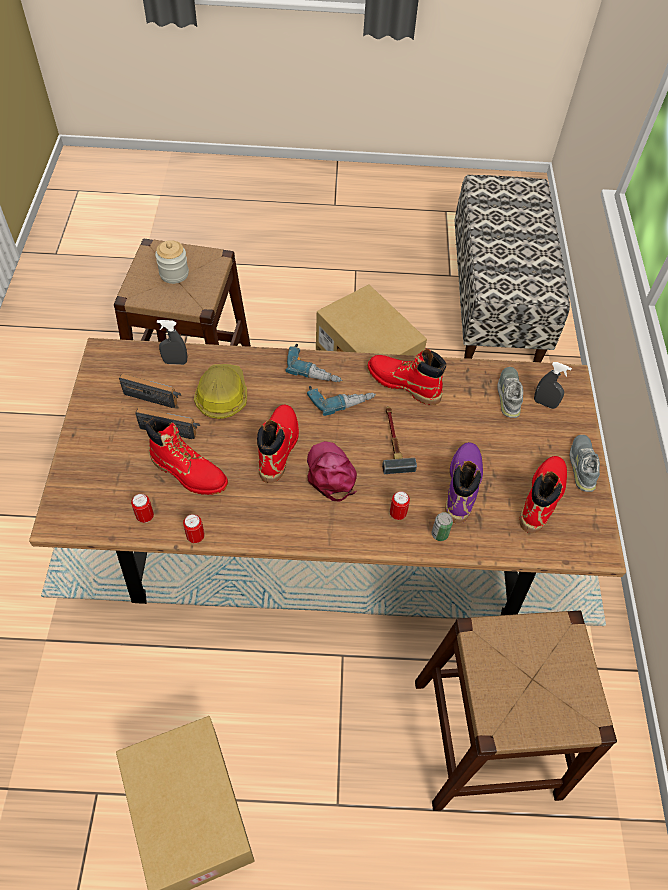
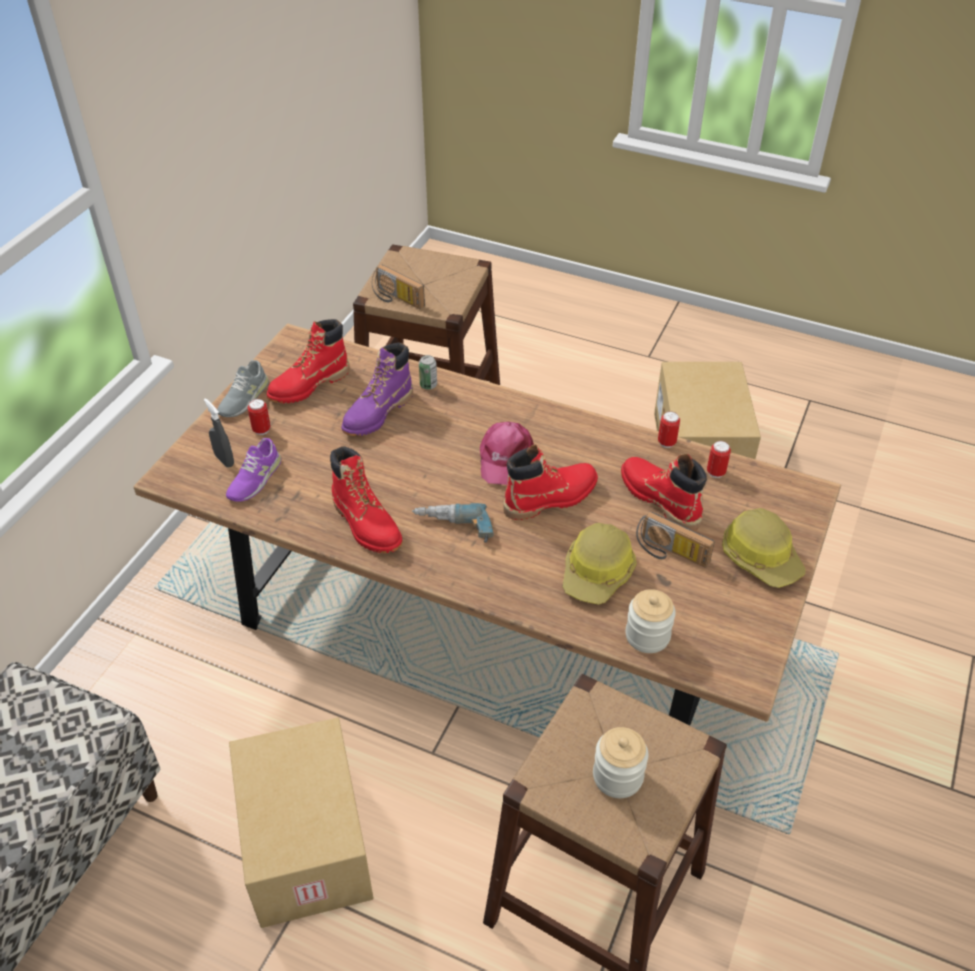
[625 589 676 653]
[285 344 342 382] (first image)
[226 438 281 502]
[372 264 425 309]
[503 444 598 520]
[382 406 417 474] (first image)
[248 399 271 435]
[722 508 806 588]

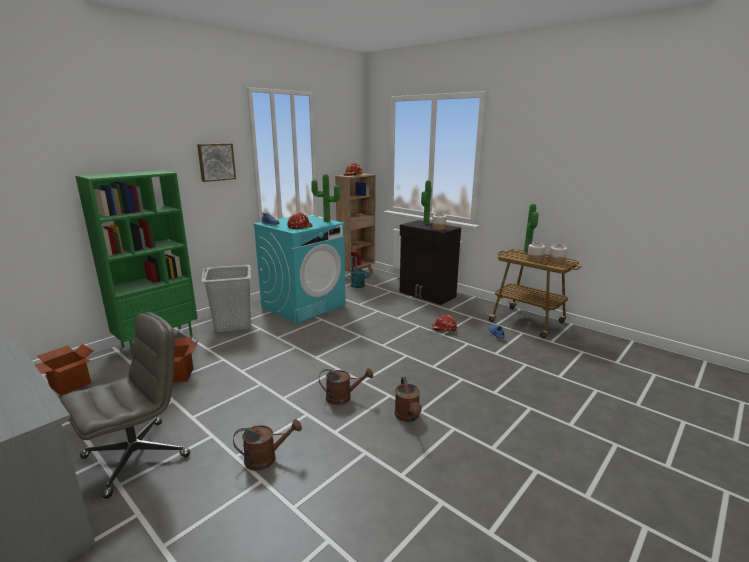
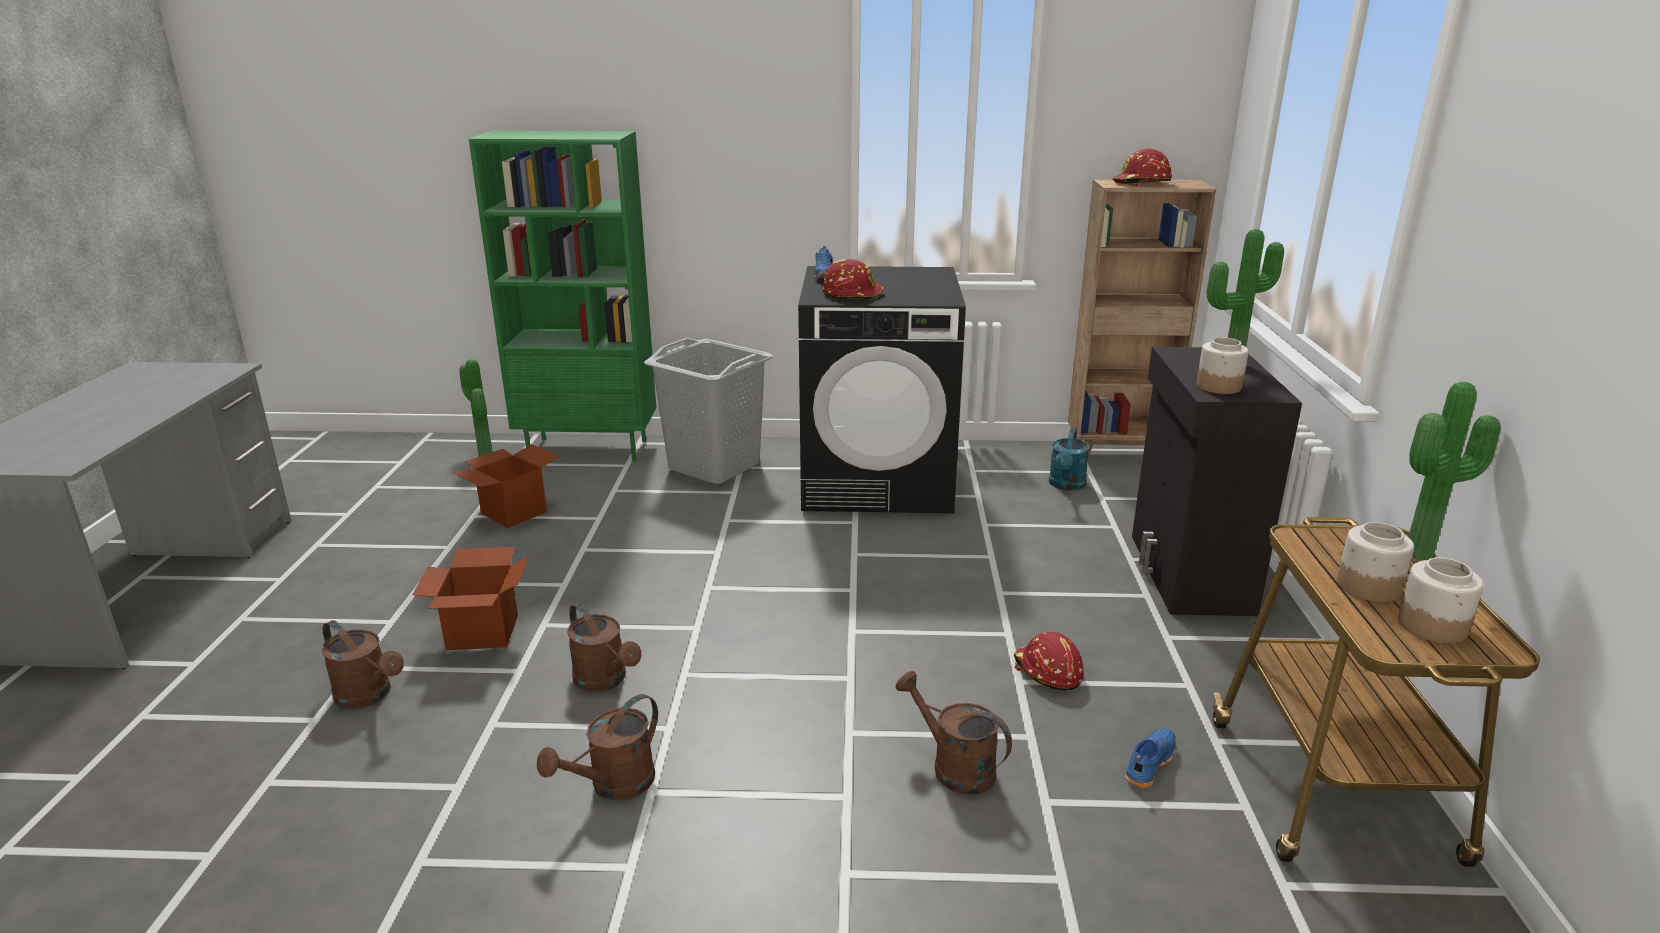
[197 143 236 182] (first image)
[459 359 493 456]
[798 266 966 513]
[60 312 190 499] (first image)
[412 547 529 650]
[895 671 1012 794]

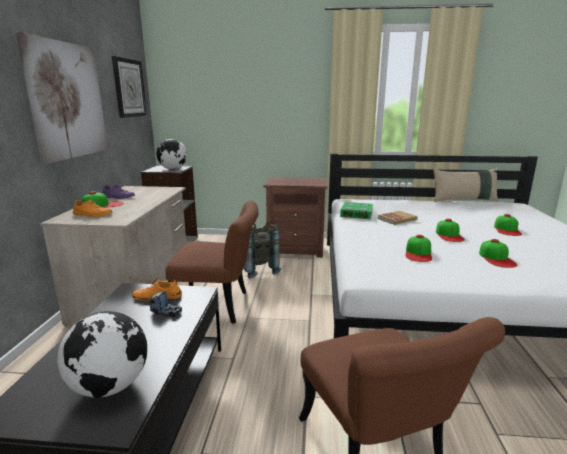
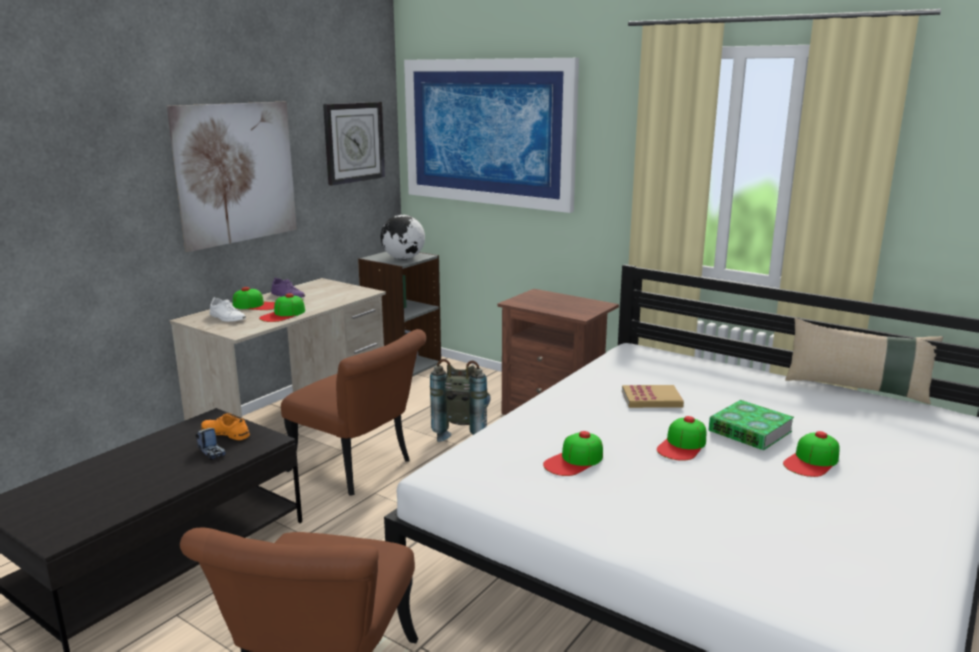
[210 297 246 322]
[709 400 794 450]
[259 293 305 322]
[57 311 147 398] (first image)
[404 58 579 213]

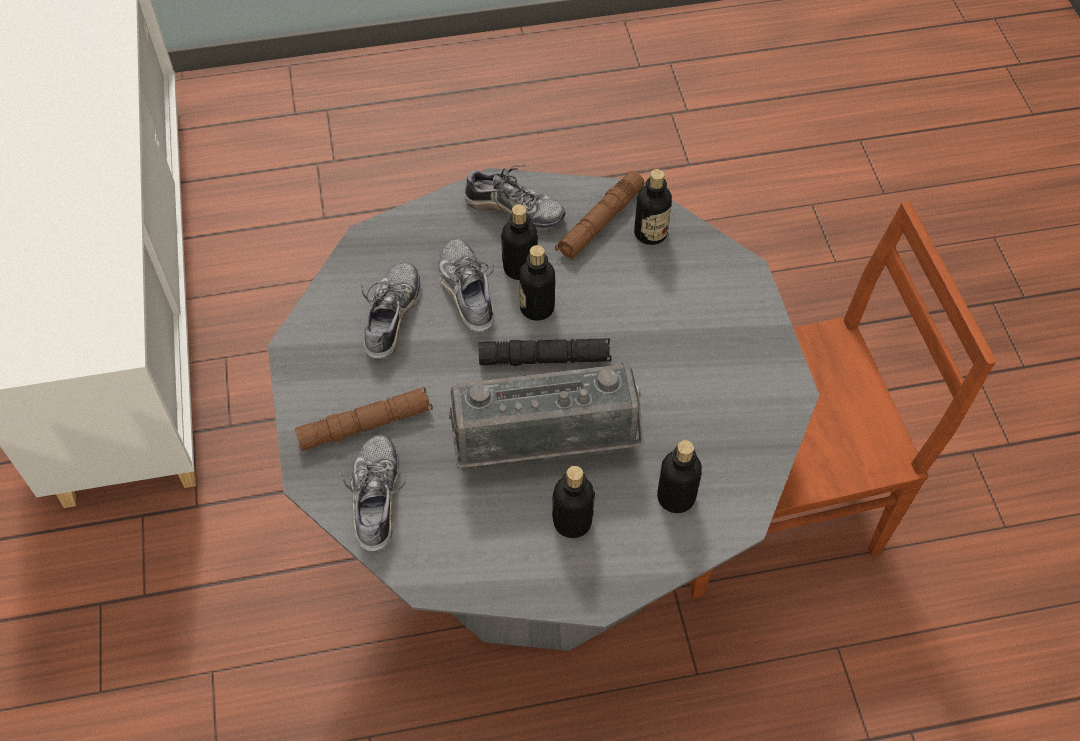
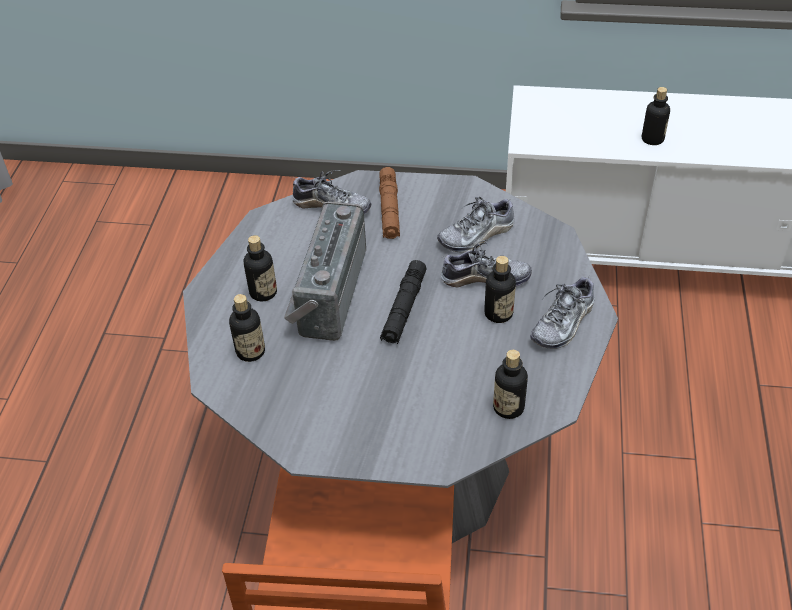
[555 171 645 260] (first image)
[642 87 670 145]
[437 197 515 253]

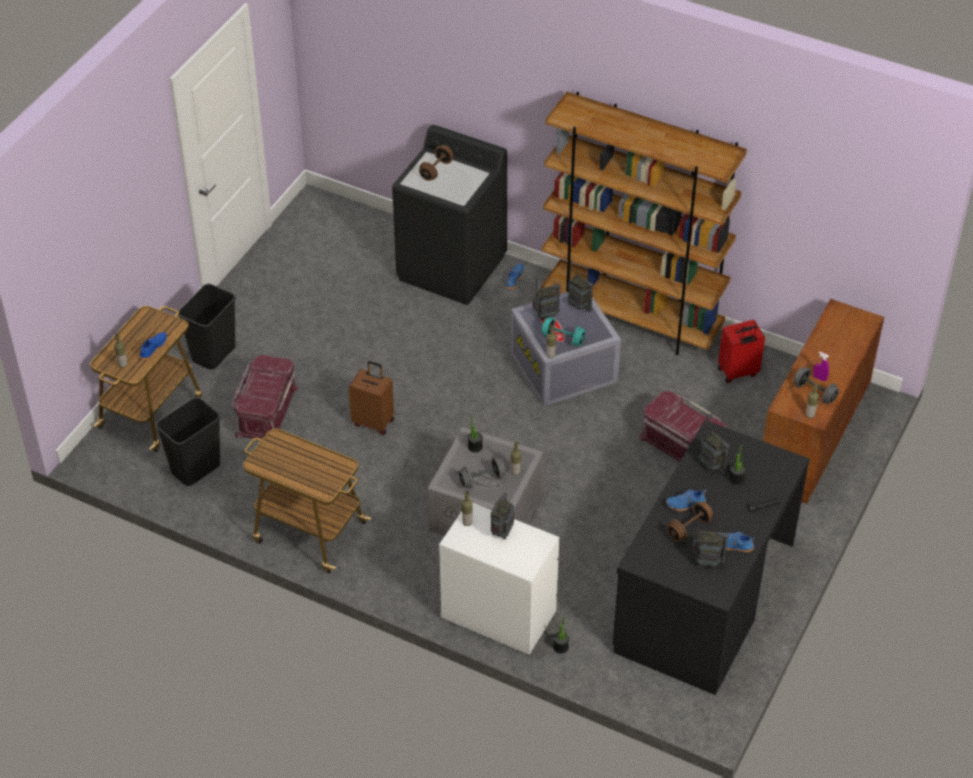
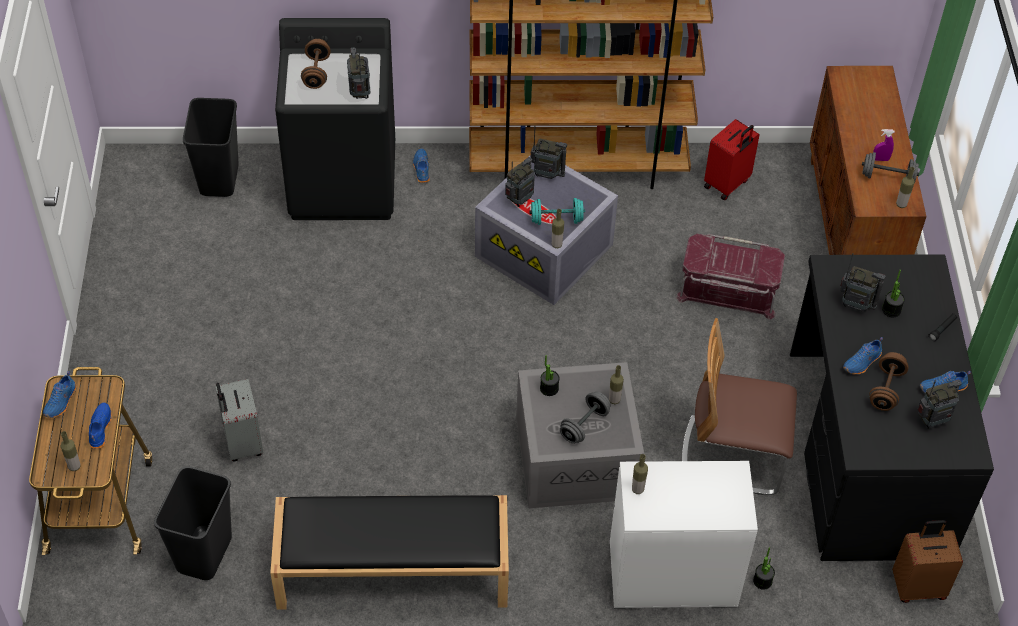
[183 98 239 197]
[215 379 263 462]
[892 520 963 603]
[270 495 509 610]
[347 47 370 99]
[682 318 797 495]
[43 371 77 418]

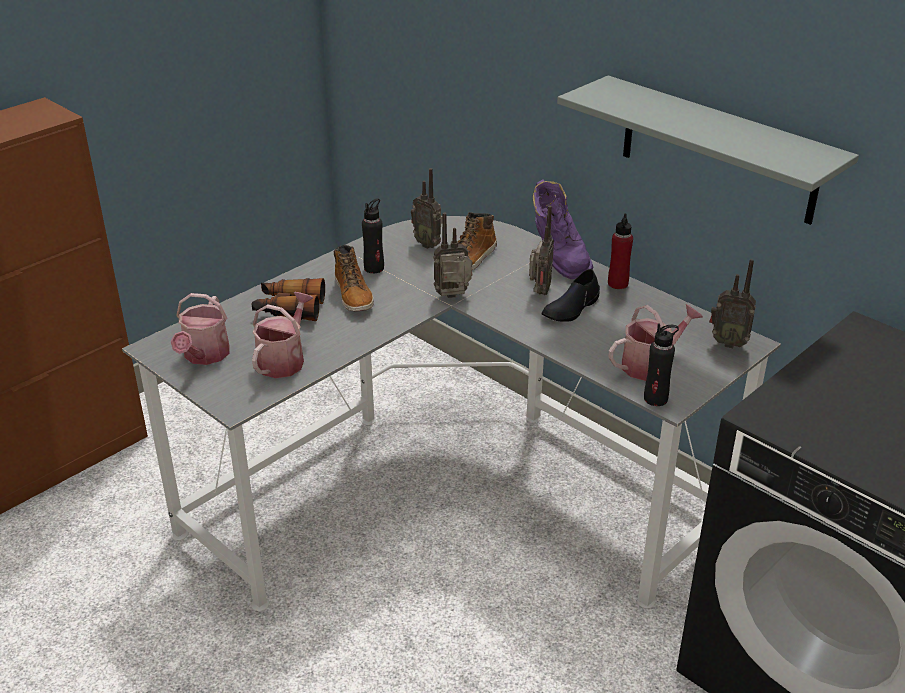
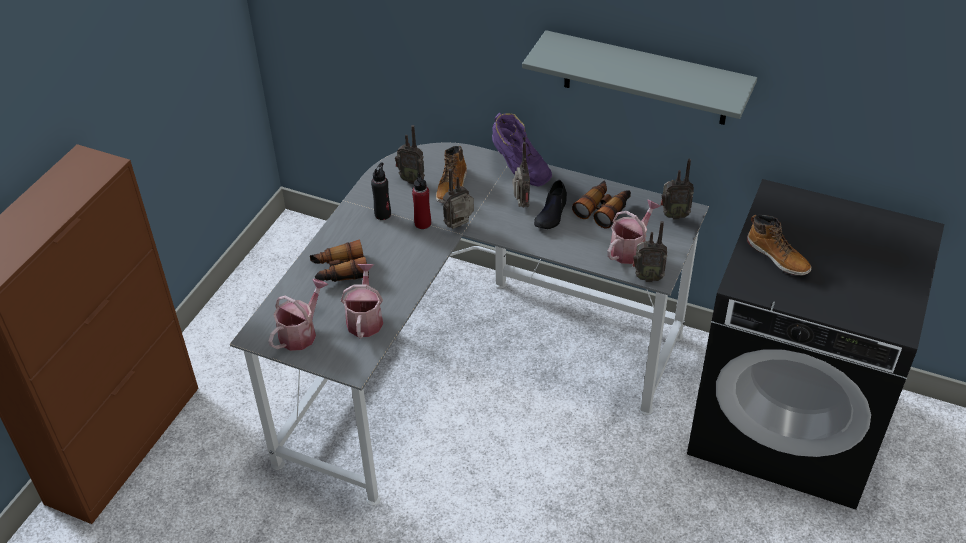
[412 173 431 229]
[747 214 812 275]
[269 279 328 351]
[632 221 667 282]
[572 180 631 228]

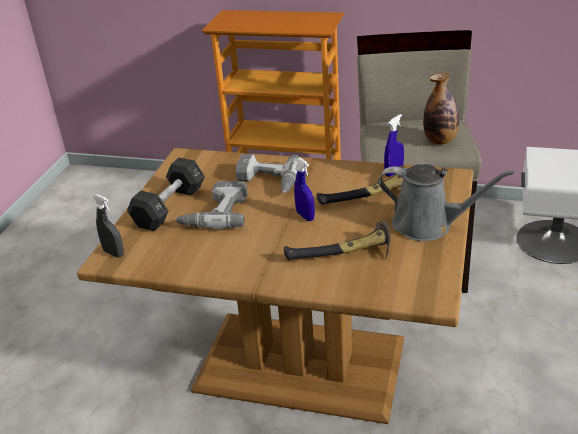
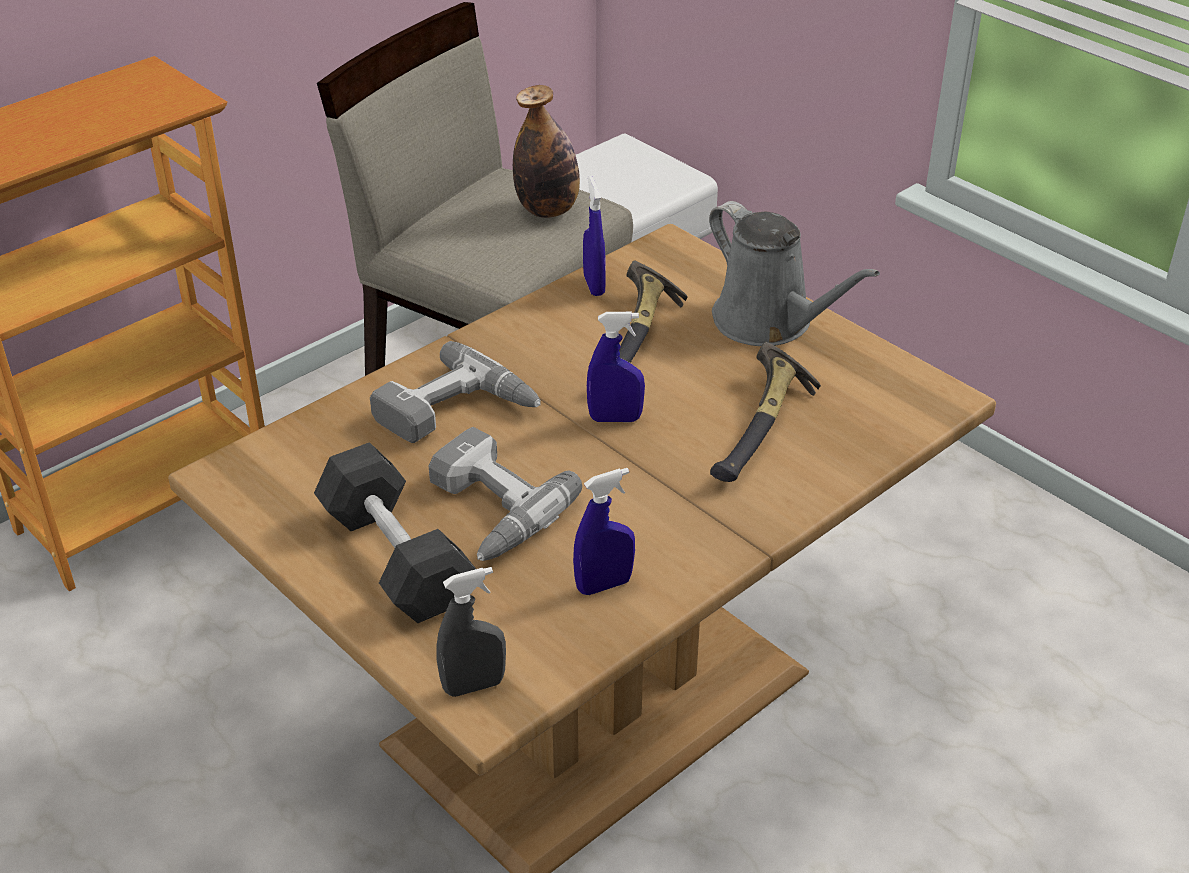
[709 201 880 346]
[573 468 635 595]

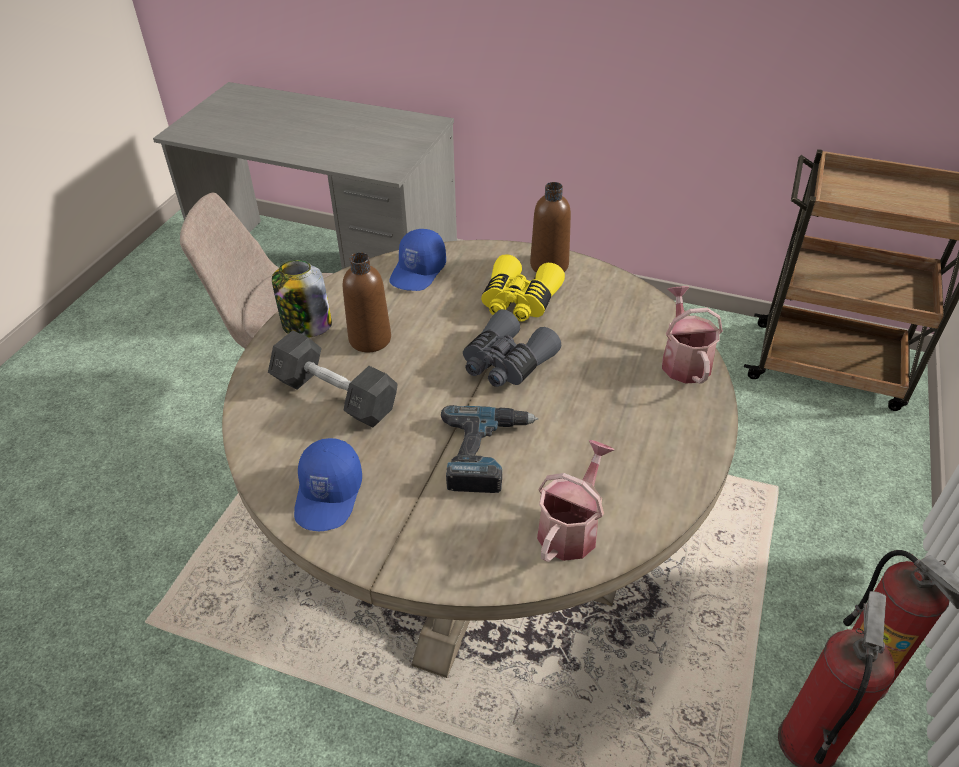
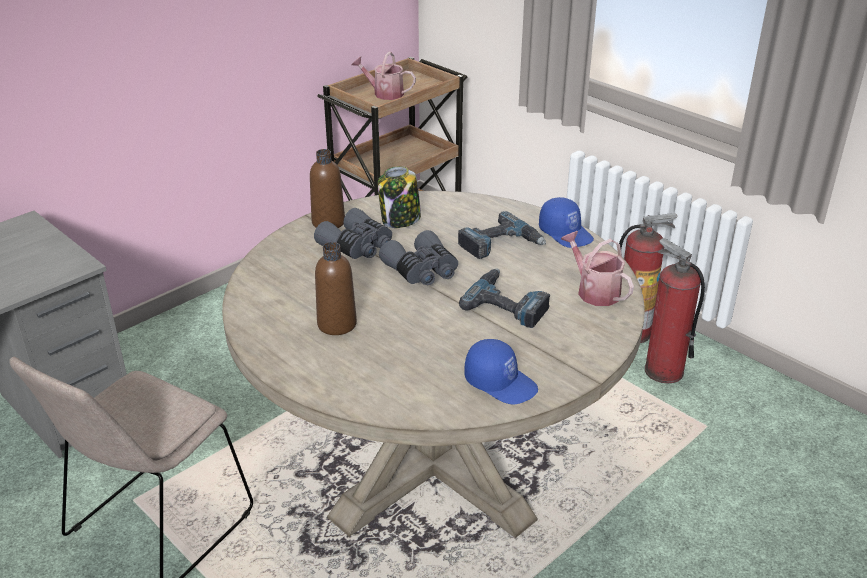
[539 197 594 248]
[314 208 392 259]
[378 166 421 228]
[351 51 416 100]
[268 330 397 427] (first image)
[458 211 546 259]

